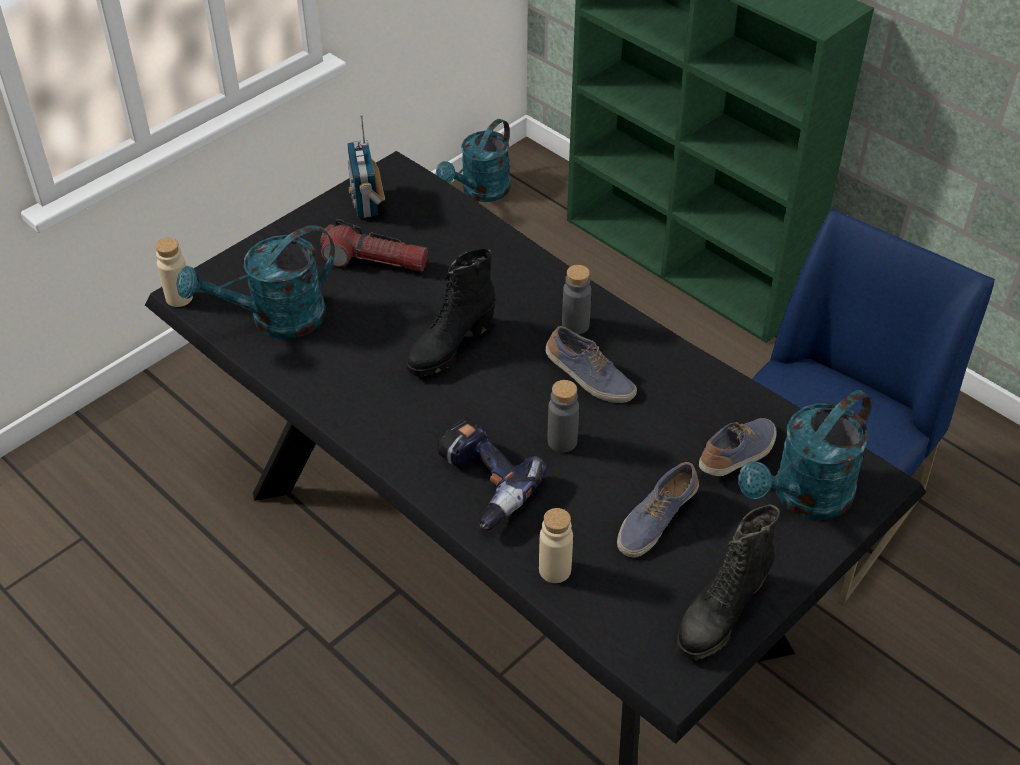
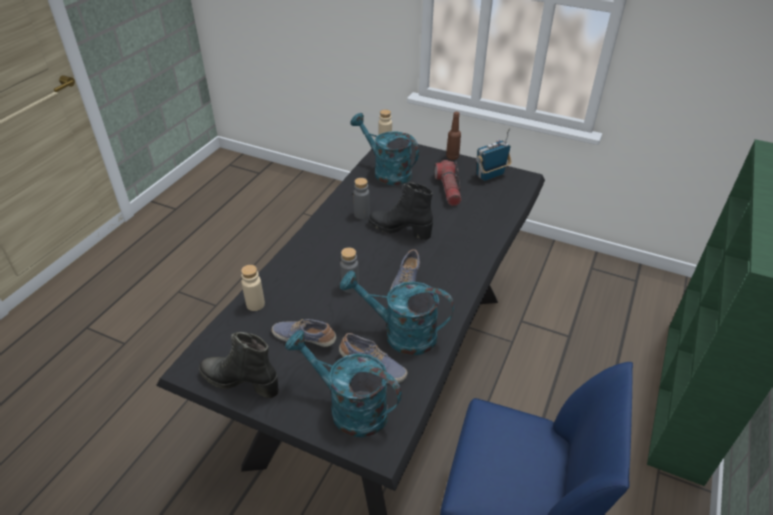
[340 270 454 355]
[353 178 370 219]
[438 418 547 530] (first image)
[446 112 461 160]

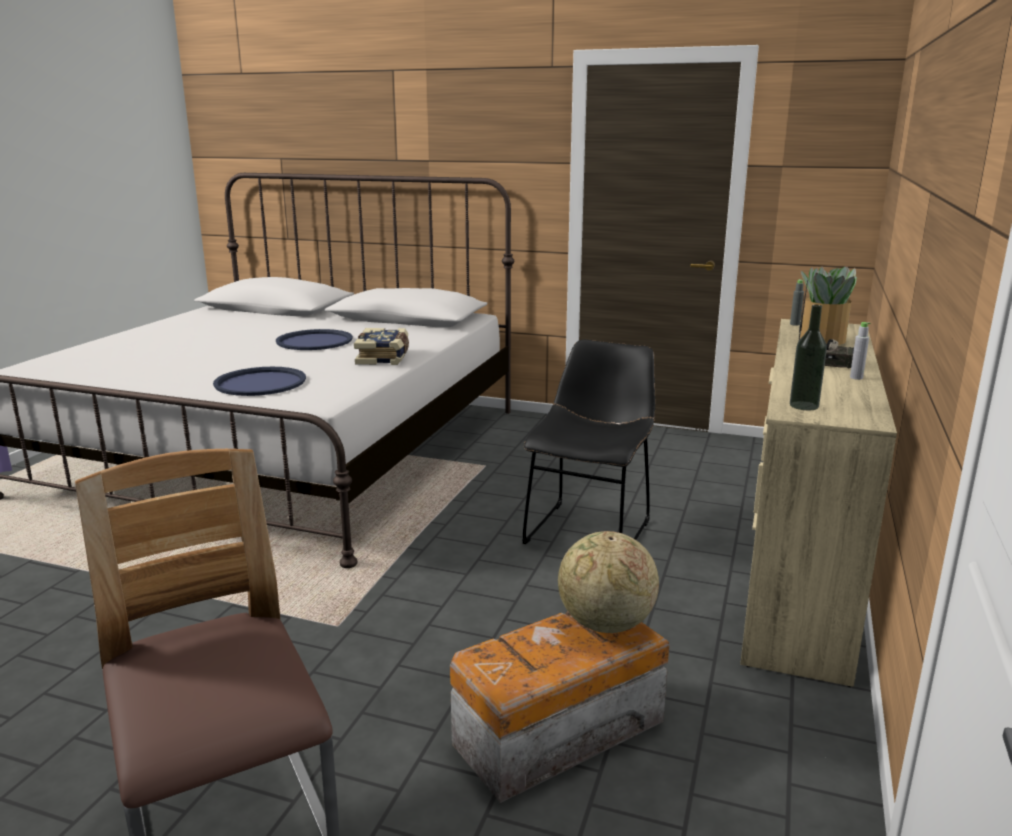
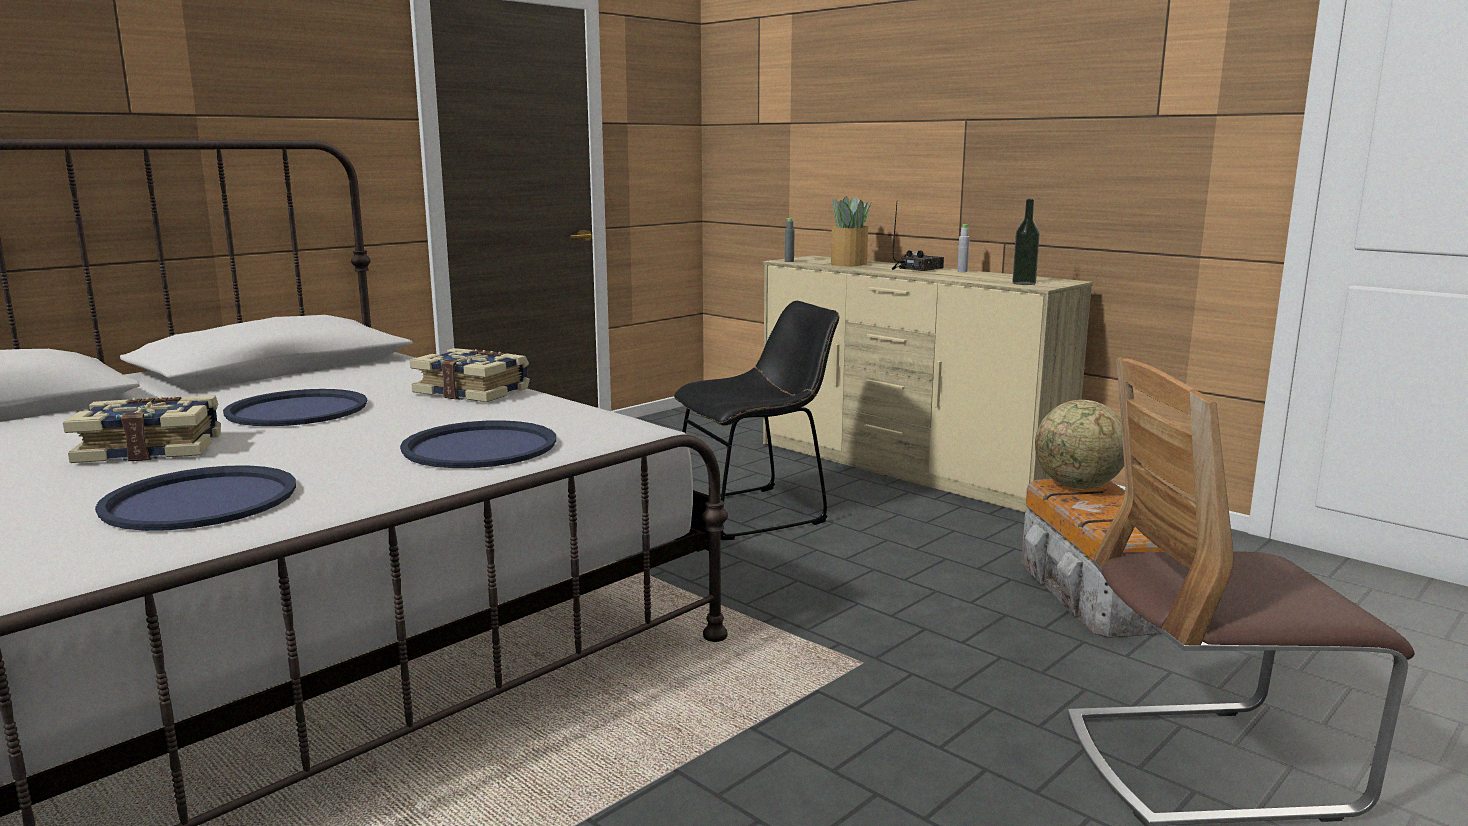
[674 301 839 540]
[63 396 221 463]
[95 465 296 531]

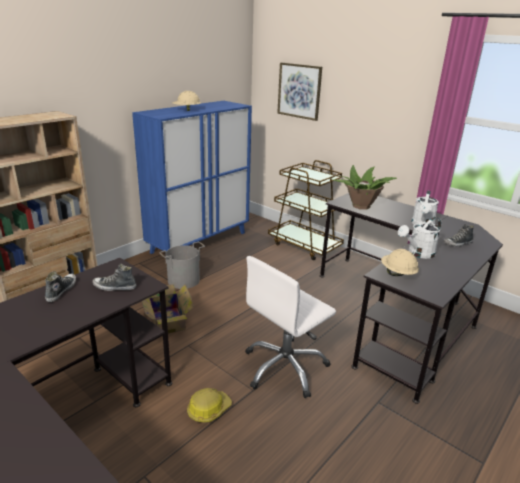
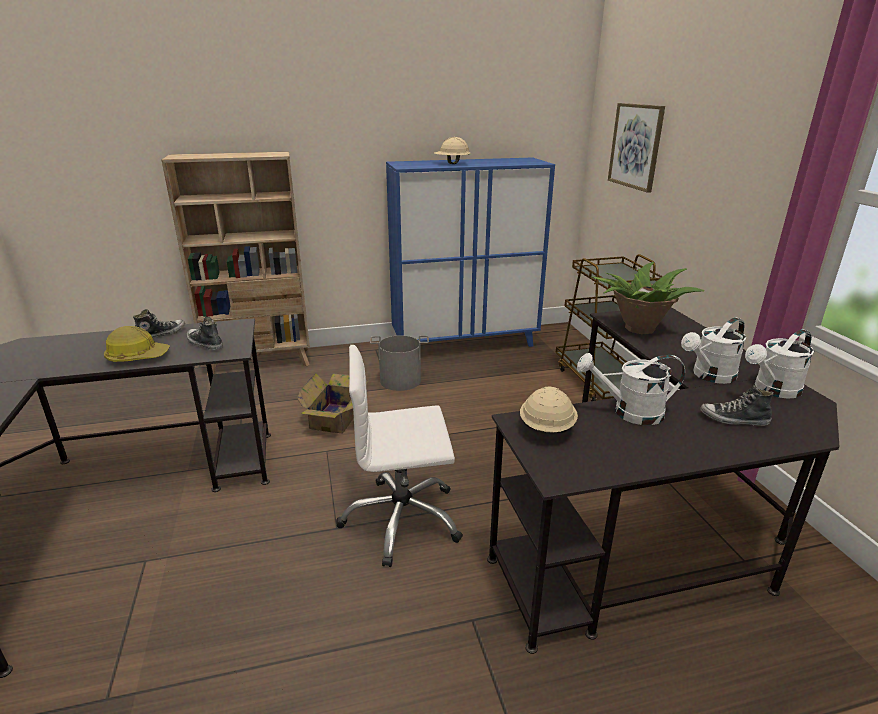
[104 326 170 362]
[745 329 814 399]

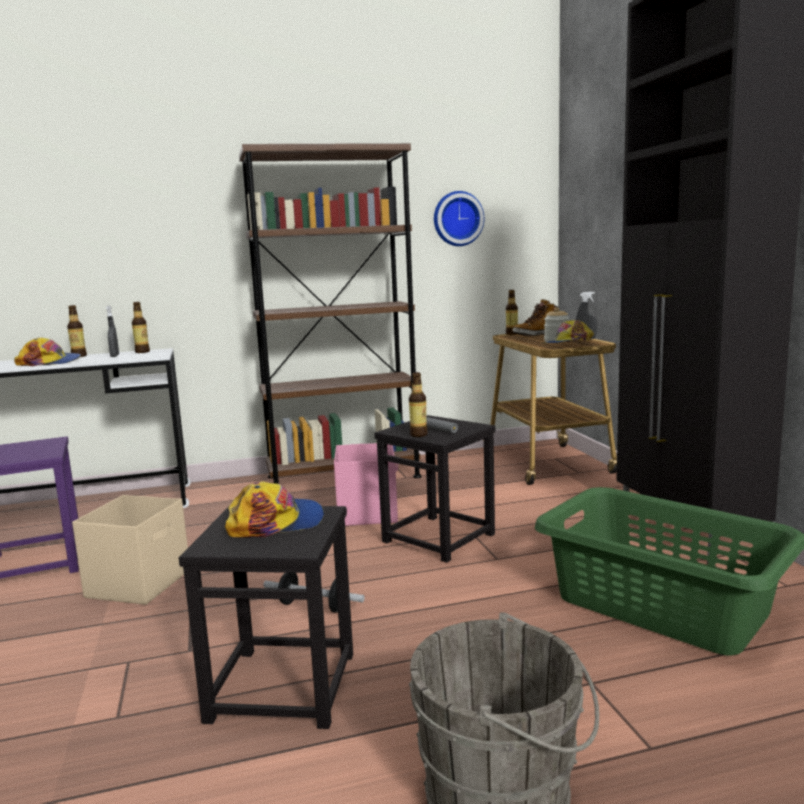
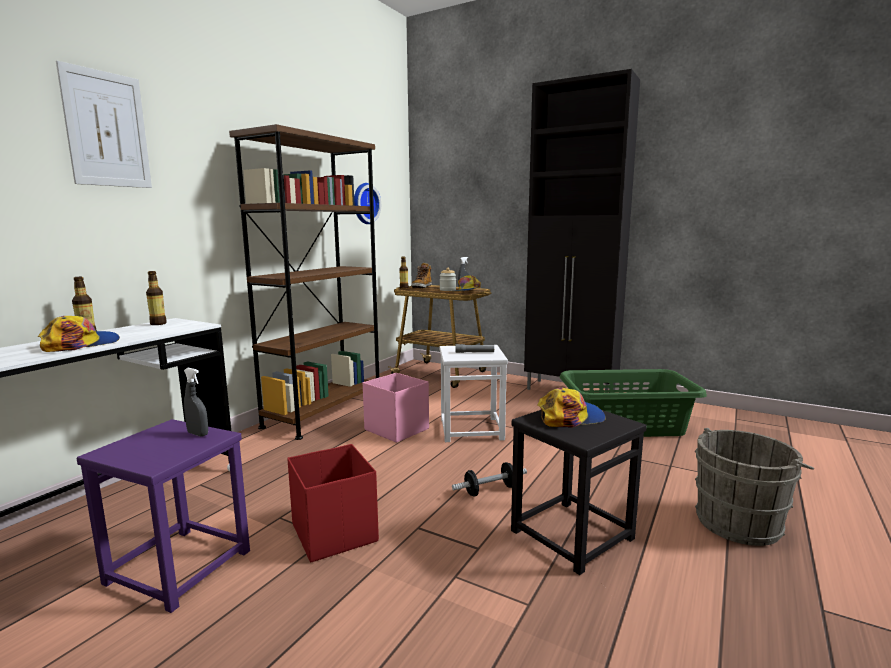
[184 368 208 436]
[409 372 428 437] (first image)
[440 345 508 442]
[538 387 606 428]
[287 444 379 562]
[56 61 152 188]

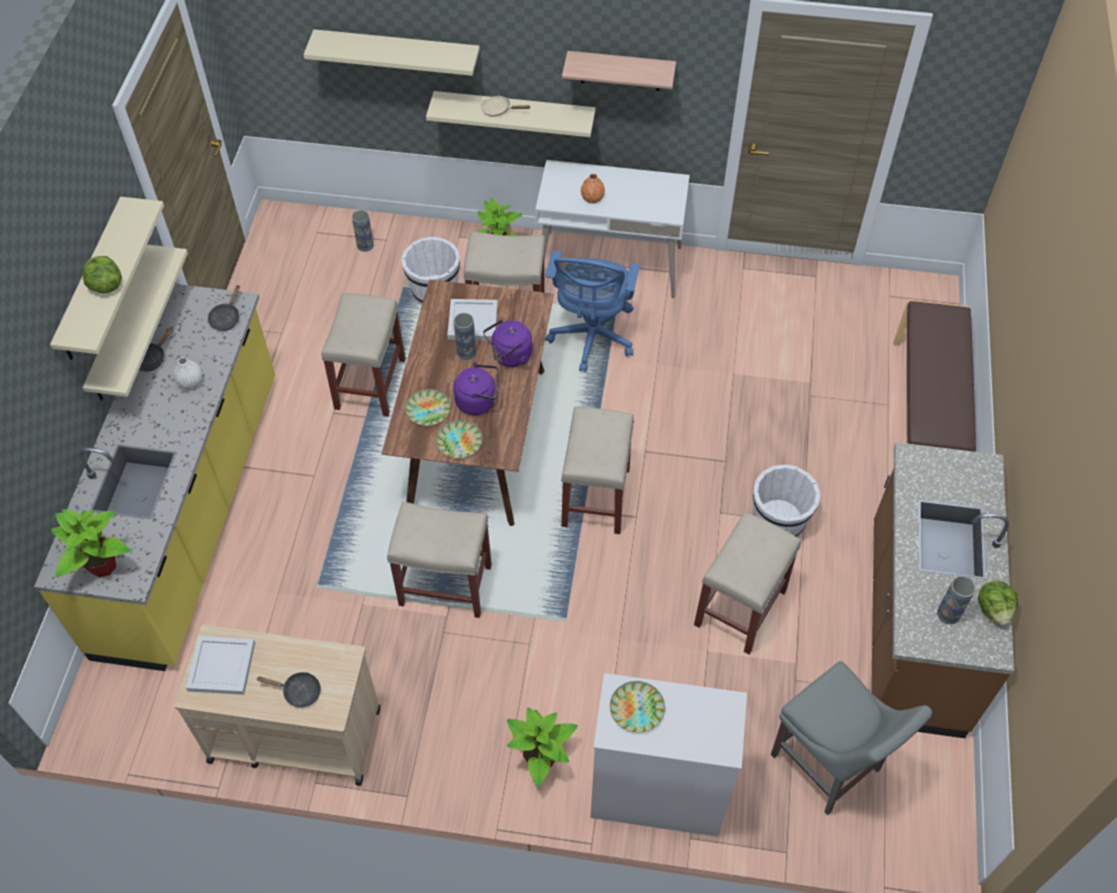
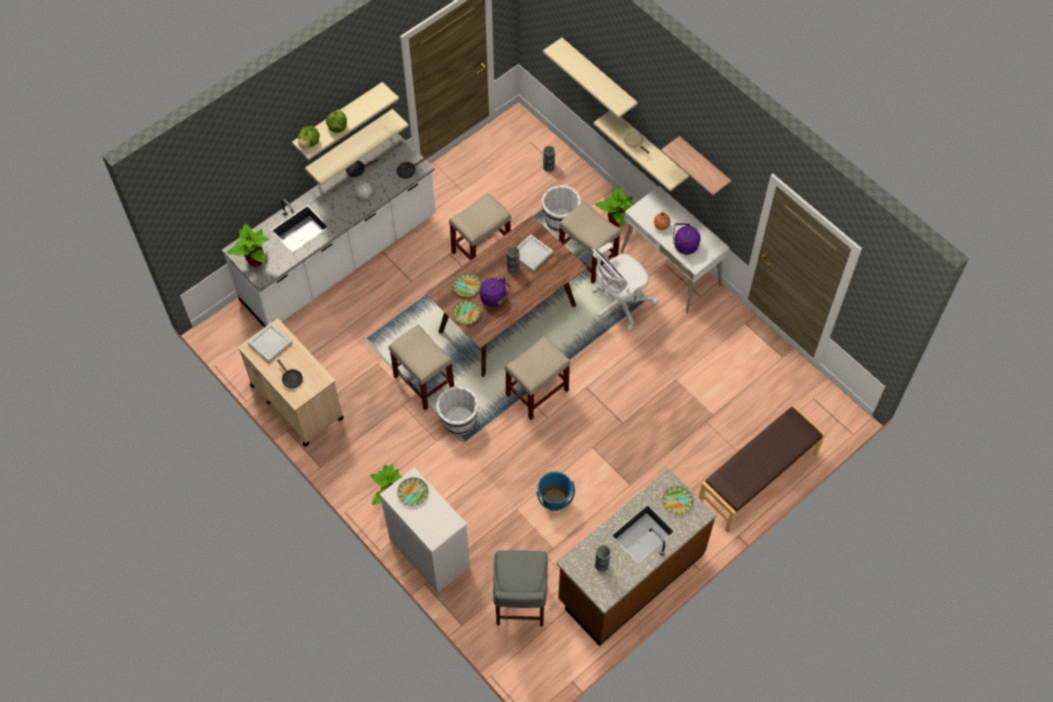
[592 242 658 330]
[222 134 436 327]
[673 223 701 255]
[436 386 479 435]
[536 471 575 511]
[298 126 320 148]
[662 486 693 515]

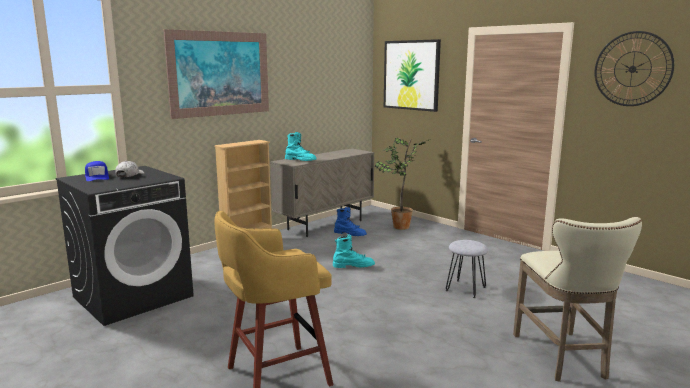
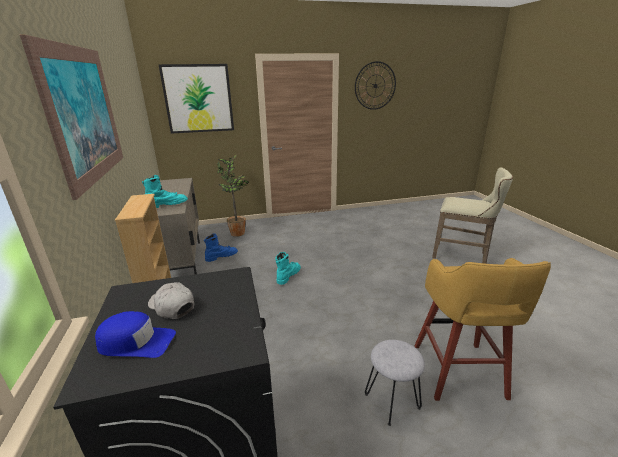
[365 340 425 426]

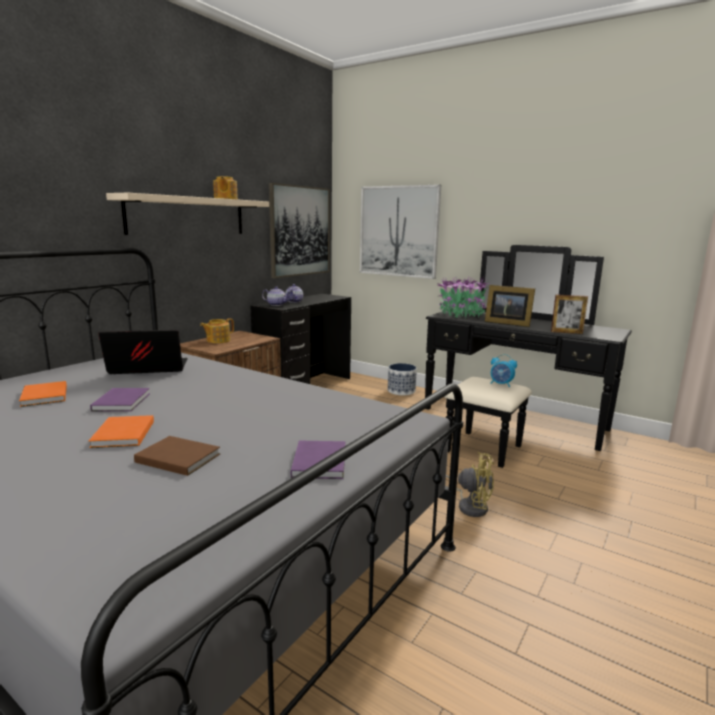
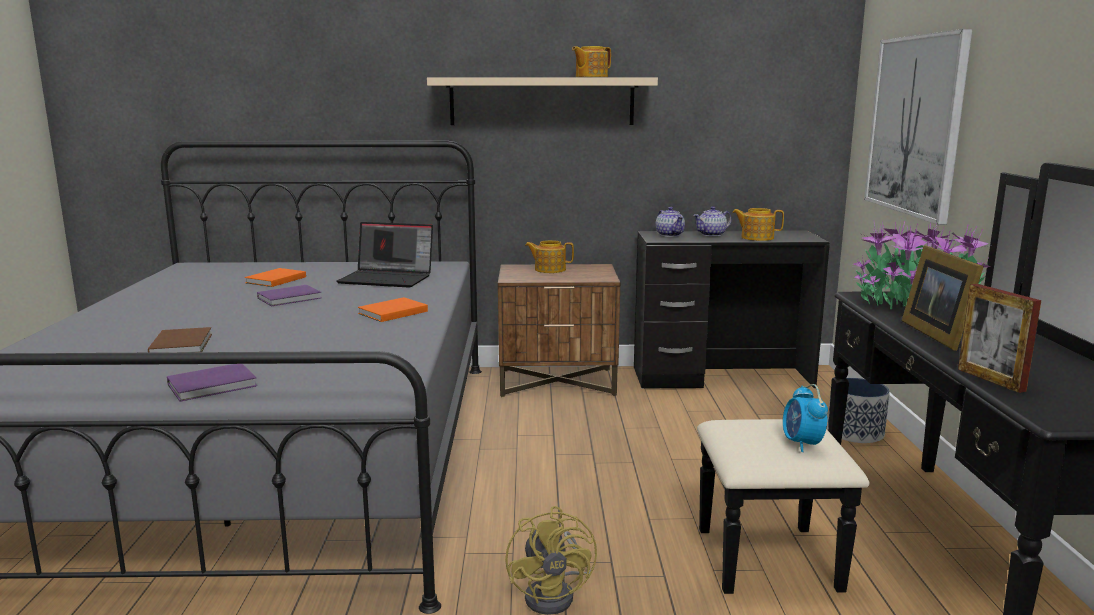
[269 183 330 278] (first image)
[336 222 433 288]
[358 297 428 322]
[732 208 784 241]

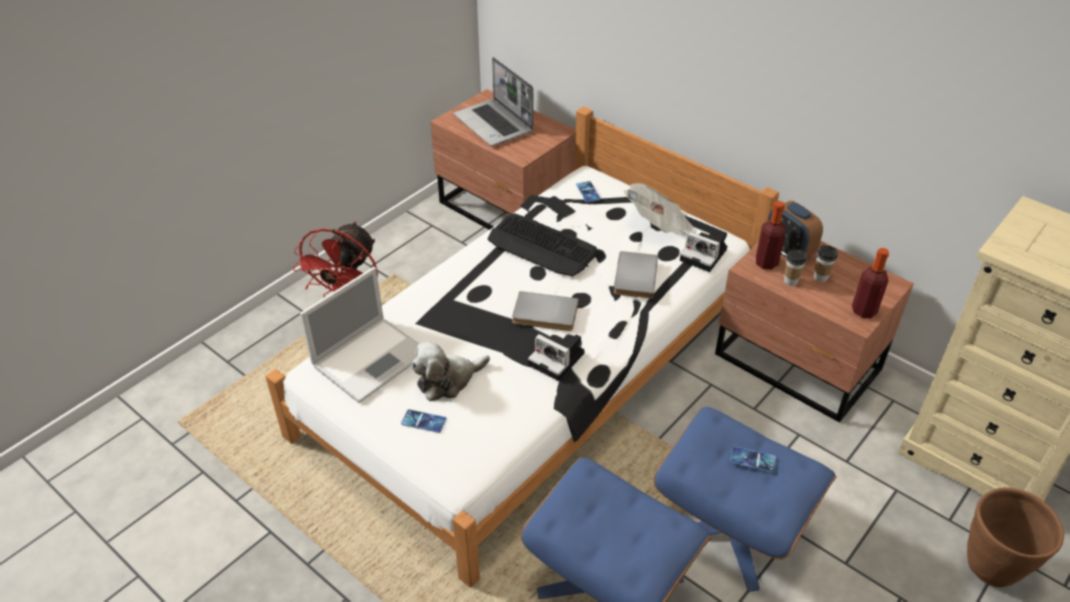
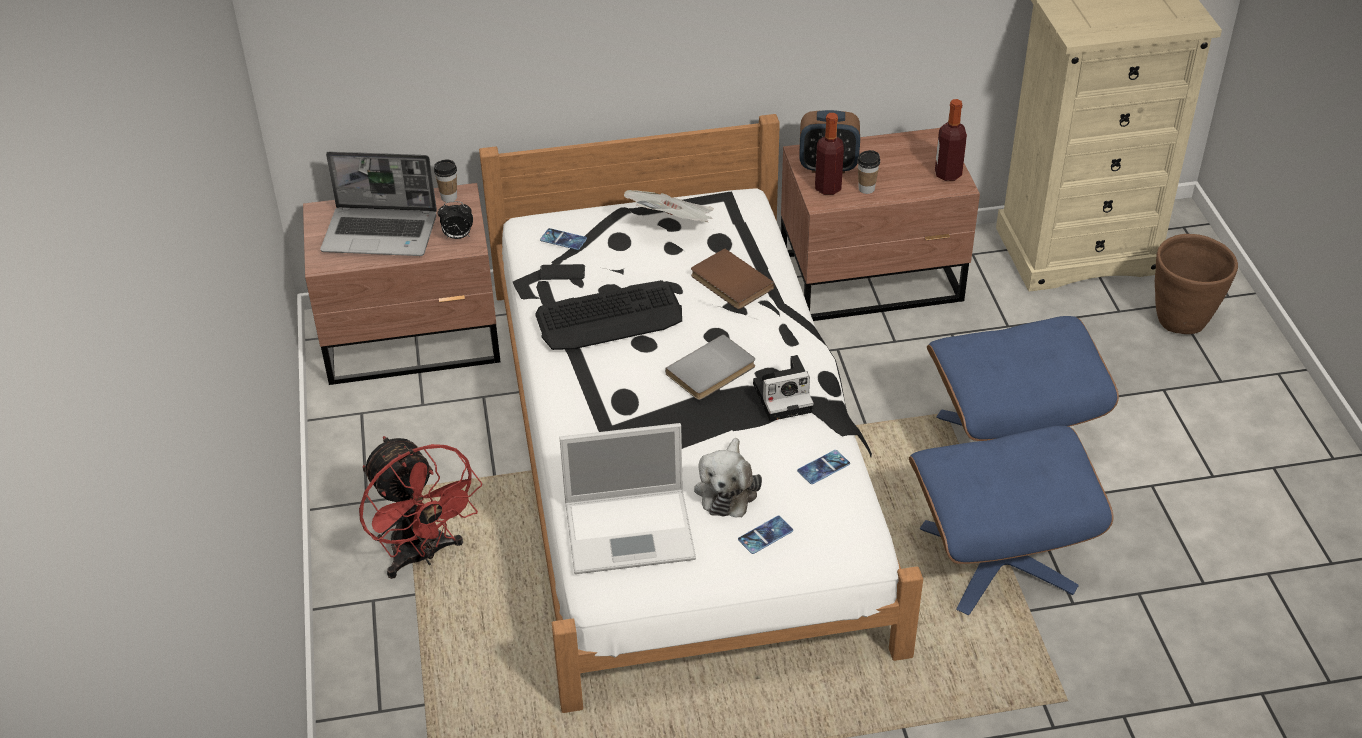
[680 231 727 272] (first image)
[434 159 457 202]
[691 248 774 309]
[559 423 696 574]
[797 450 850 484]
[438 201 473 239]

